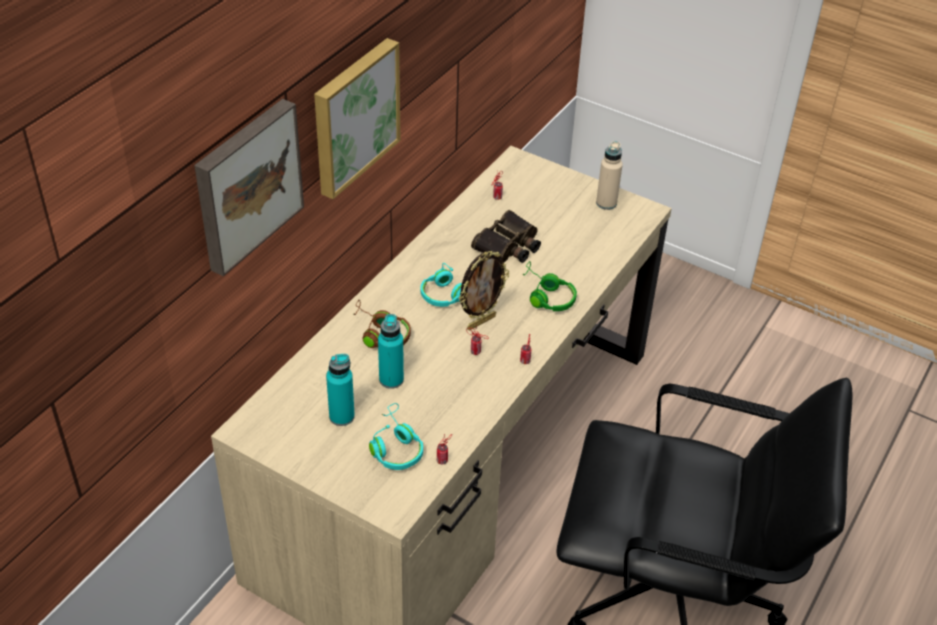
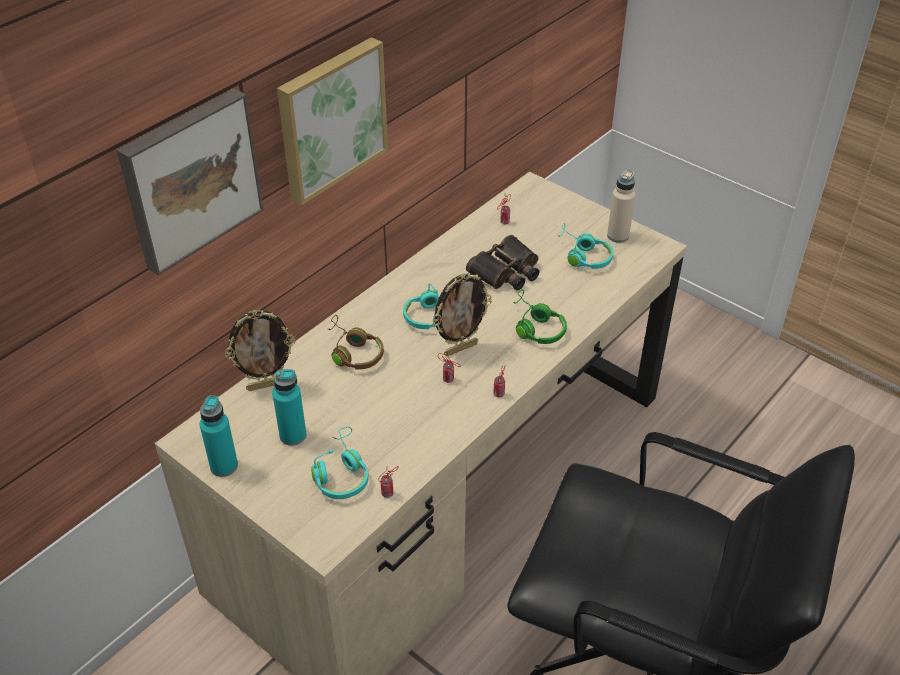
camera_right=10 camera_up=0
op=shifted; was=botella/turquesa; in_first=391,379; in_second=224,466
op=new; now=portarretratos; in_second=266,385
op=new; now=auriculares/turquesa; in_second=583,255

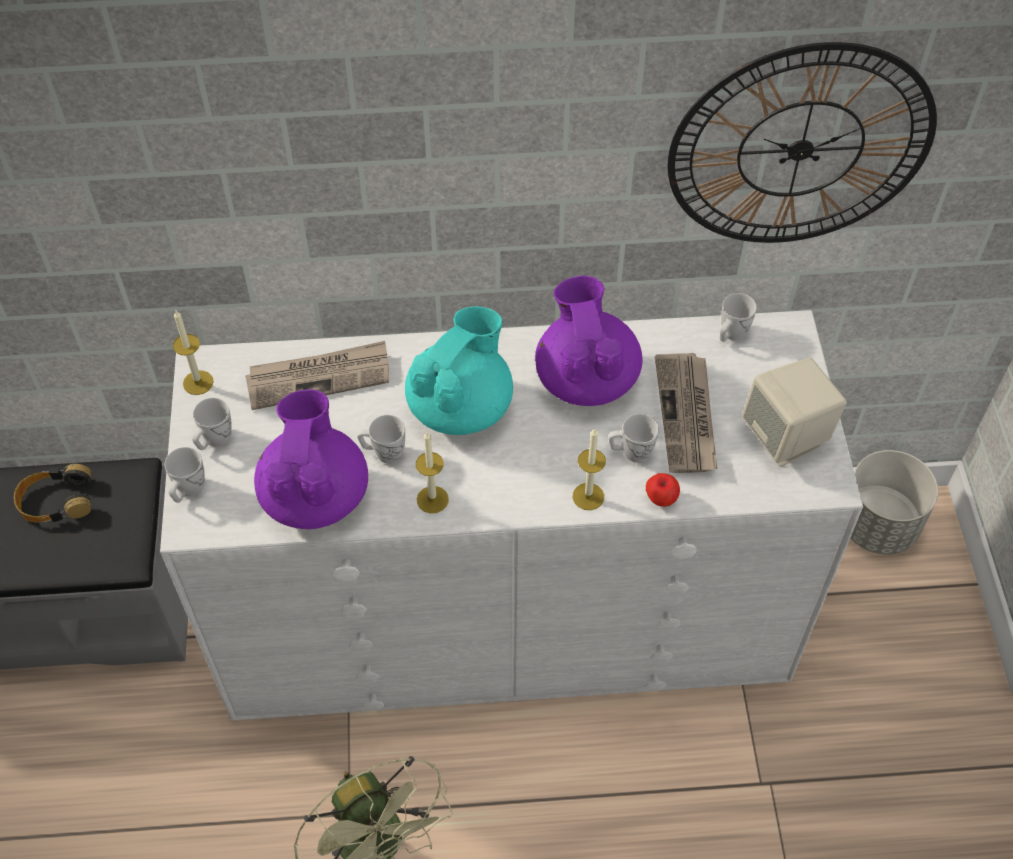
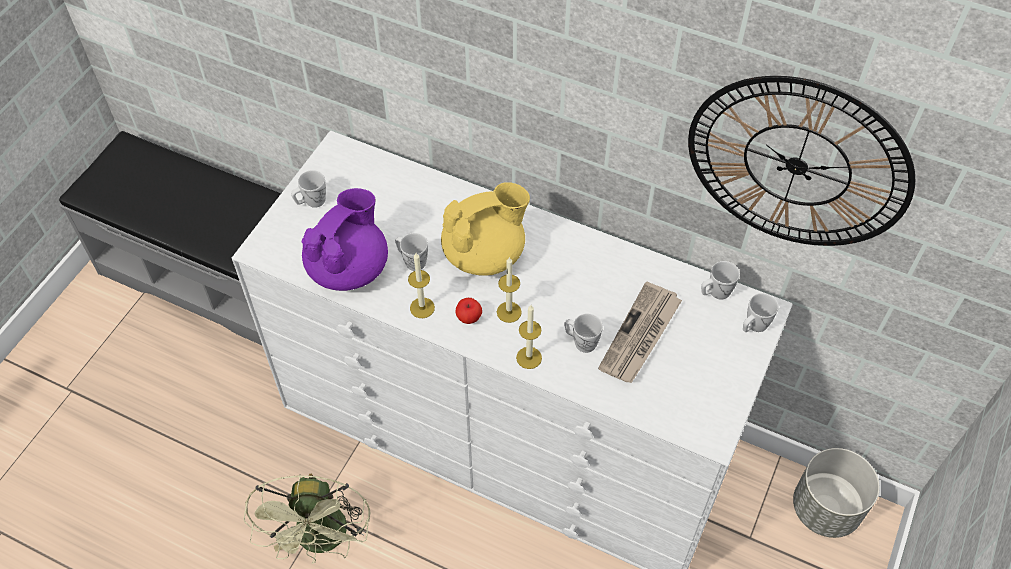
camera_right=30 camera_up=0
op=gone; was=auriculares; in_first=56,501
op=shifted; was=taza grande/blanco; in_first=188,490; in_second=753,326
op=shifted; was=vela; in_first=198,382; in_second=509,312
op=gone; was=periódico; in_first=319,377
op=repainted; was=tetera/turquesa; now=tetera/amarillo; in_first=461,406; in_second=485,254
op=gone; was=tetera/morado; in_first=586,378
op=shifted; was=manzana; in_first=661,498; in_second=469,317
op=gone; was=altavoz/beis; in_first=785,437

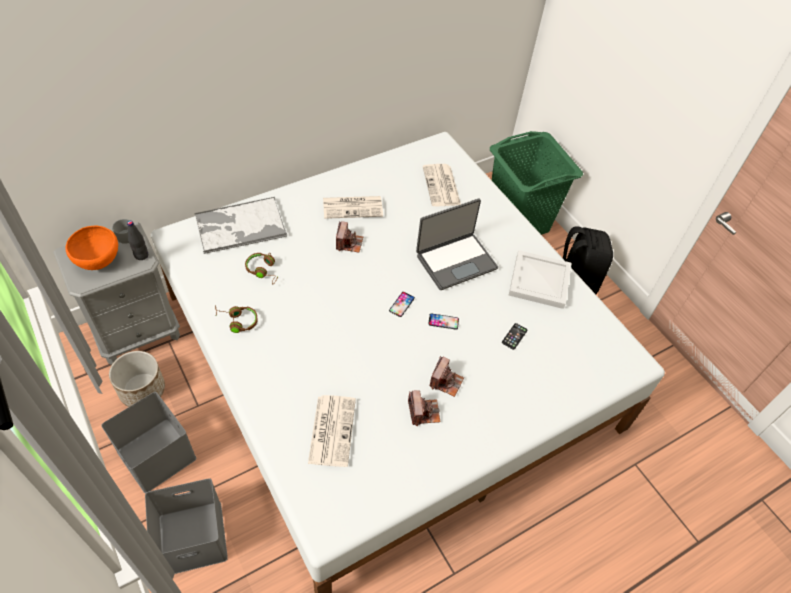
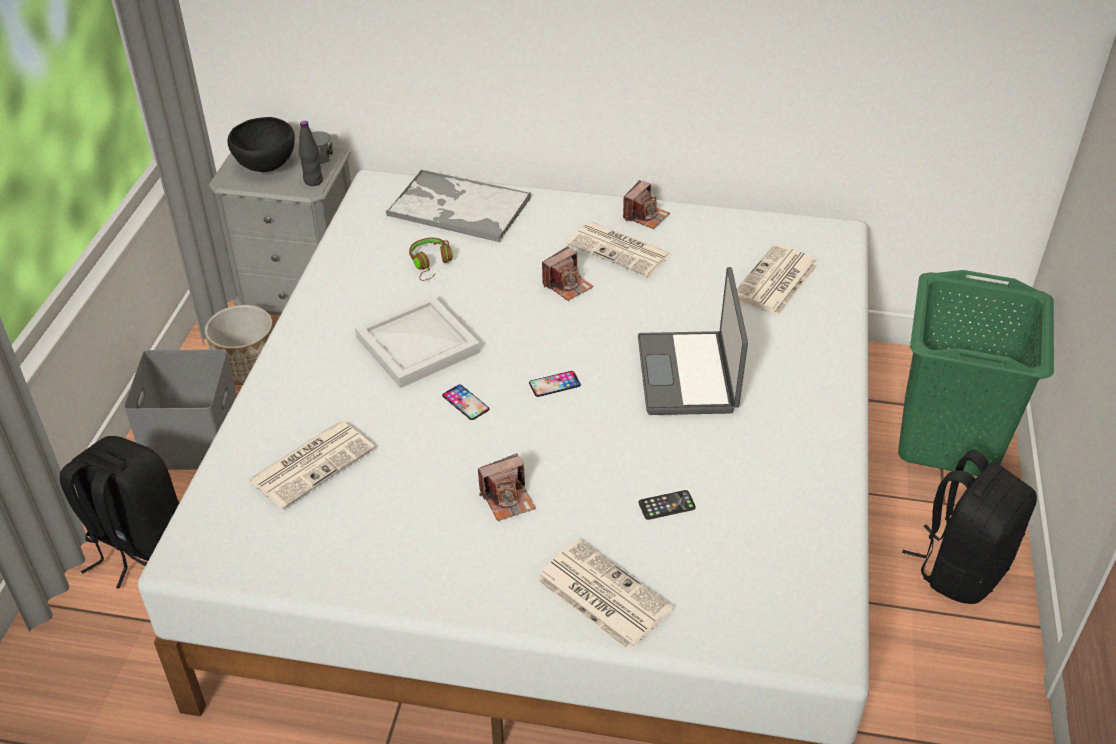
camera_right=45 camera_up=-10
op=repainted; was=cuenco/naranja; now=cuenco/negro; in_first=98,261; in_second=267,167
op=swapped; was=caja de almacenaje/gris; now=mochila/negro; in_first=191,539; in_second=136,544
op=gone; was=auriculares/marrón; in_first=237,321
op=shifted; was=cámara; in_first=423,412; in_second=645,216
op=rotated; was=portátil; in_first=455,261; in_second=689,375; clockwise=75
op=shifted; was=móvil; in_first=443,321; in_second=465,402
op=shifted; was=bandeja/blanco; in_first=540,282; in_second=417,346
op=new; now=periódico; in_second=601,594

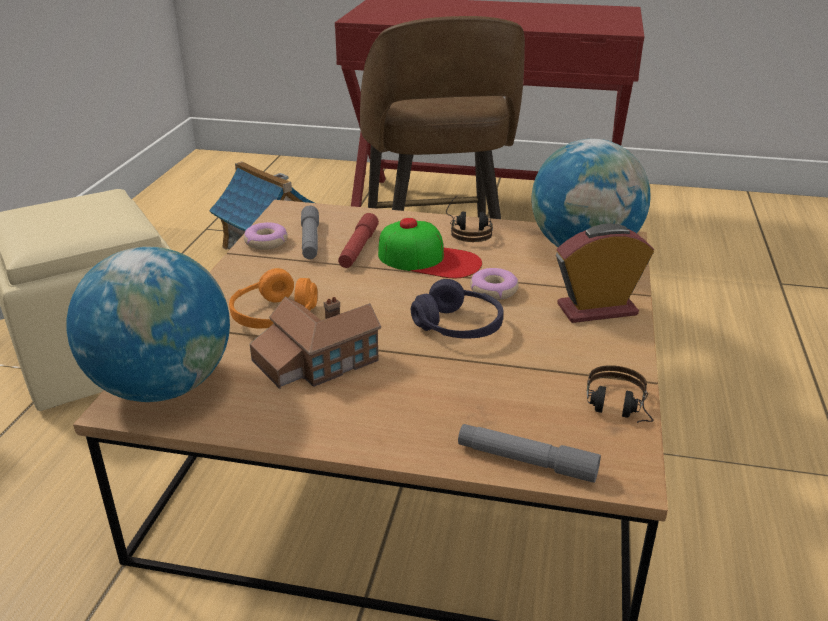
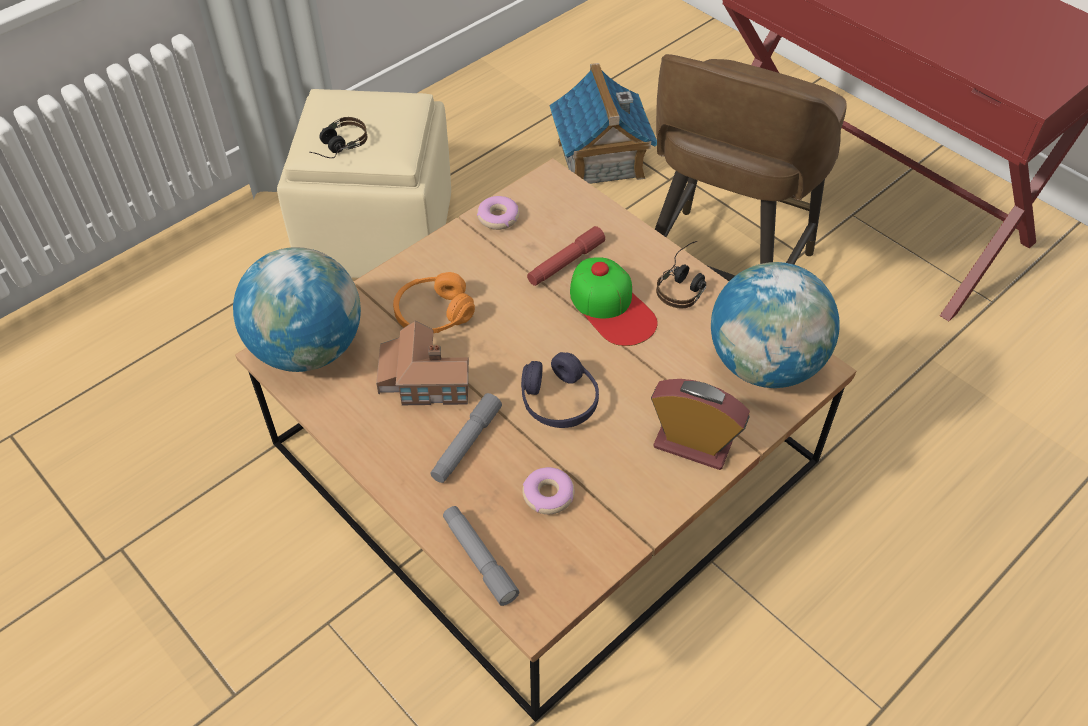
camera_right=35 camera_up=20
op=shifted; was=linterna/gris; in_first=310,240; in_second=466,444
op=shifted; was=rosquilla; in_first=493,290; in_second=548,495
op=shifted; was=auriculares; in_first=617,411; in_second=336,148

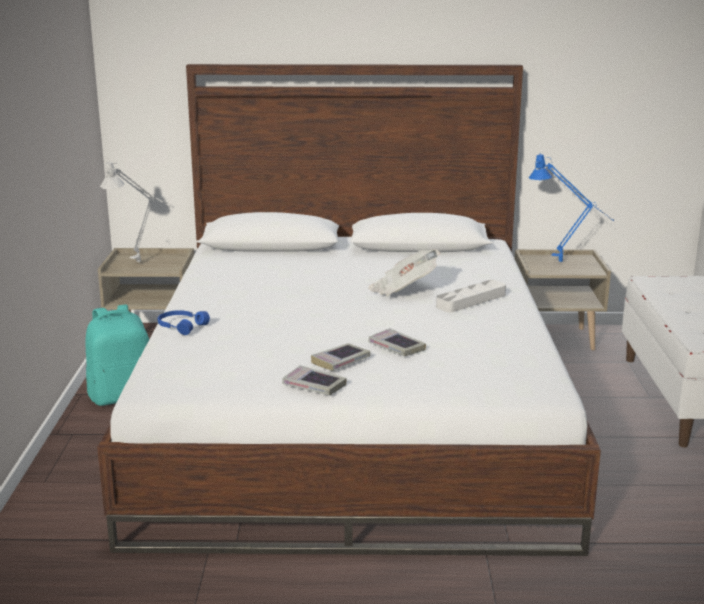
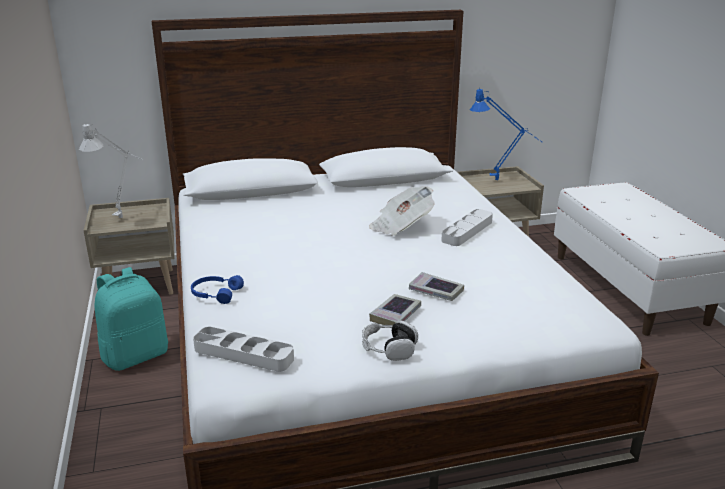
camera_right=-15 camera_up=5
op=swapped; was=libro; now=auriculares; in_first=314,386; in_second=389,348
op=new; now=bandeja/gris; in_second=243,354

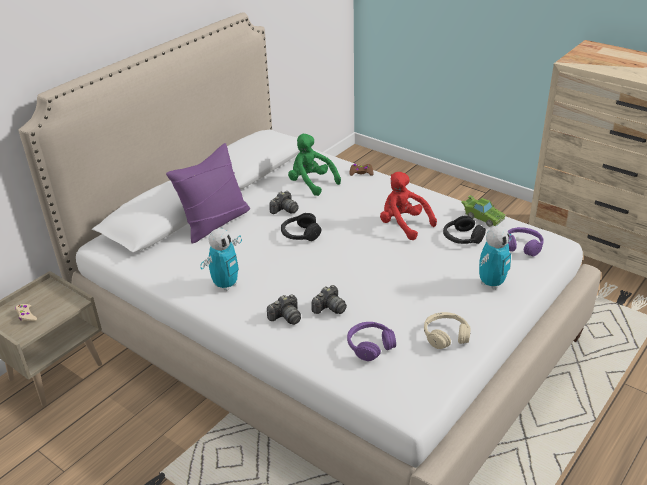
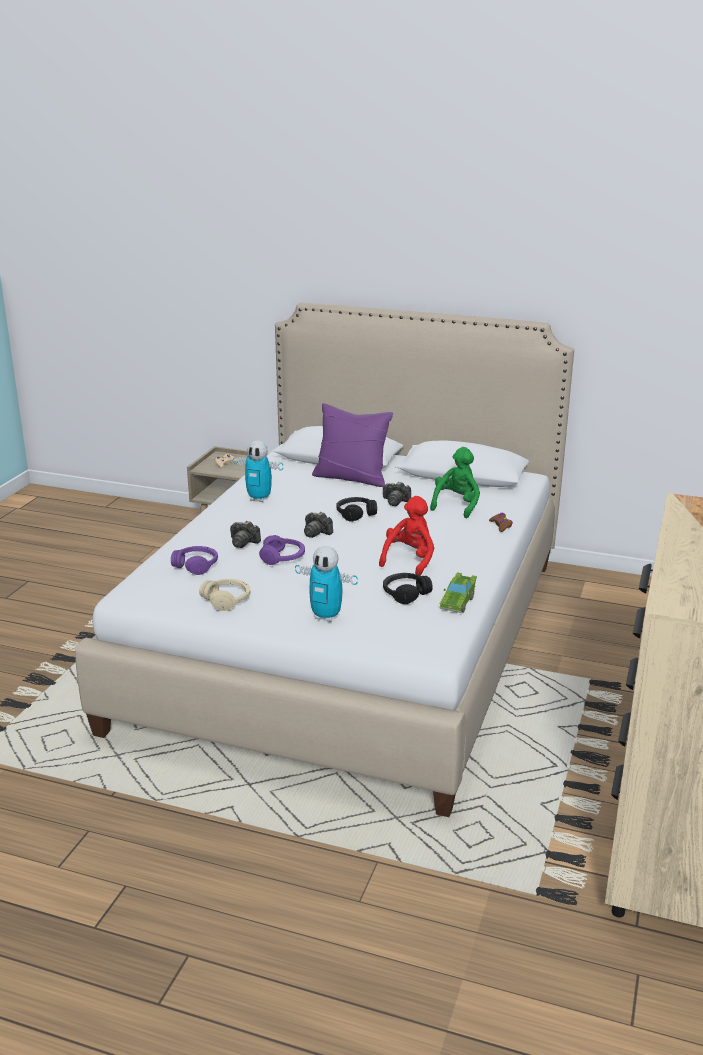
camera_right=70 camera_up=-10
op=shifted; was=cámara; in_first=286,317; in_second=316,532
op=shifted; was=auriculares/morado; in_first=522,246; in_second=283,558

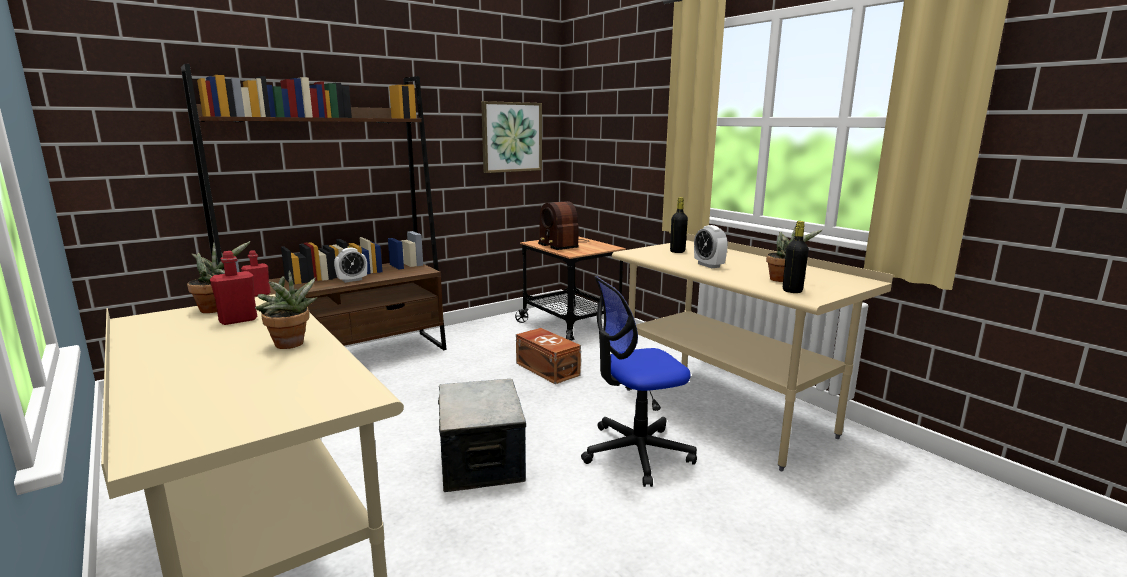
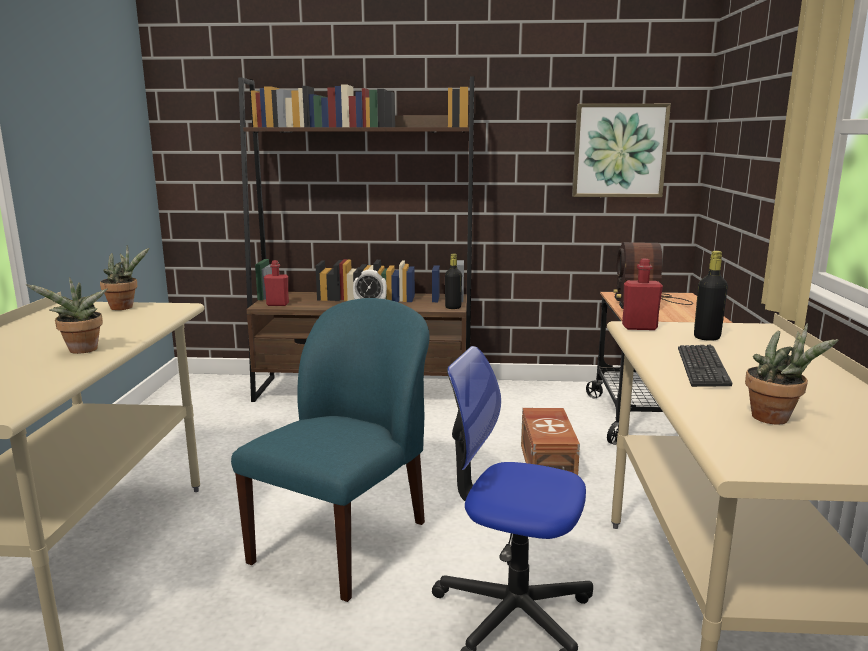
camera_right=40 camera_up=0
op=shifted; was=botella/rojo; in_first=238,320; in_second=639,327
op=swapped; was=caja de almacenaje; now=silla/azul; in_first=482,460; in_second=343,540
op=swapped; was=despertador; now=teclado; in_first=708,265; in_second=702,367
op=shifted; was=botella/negro; in_first=792,291; in_second=453,307

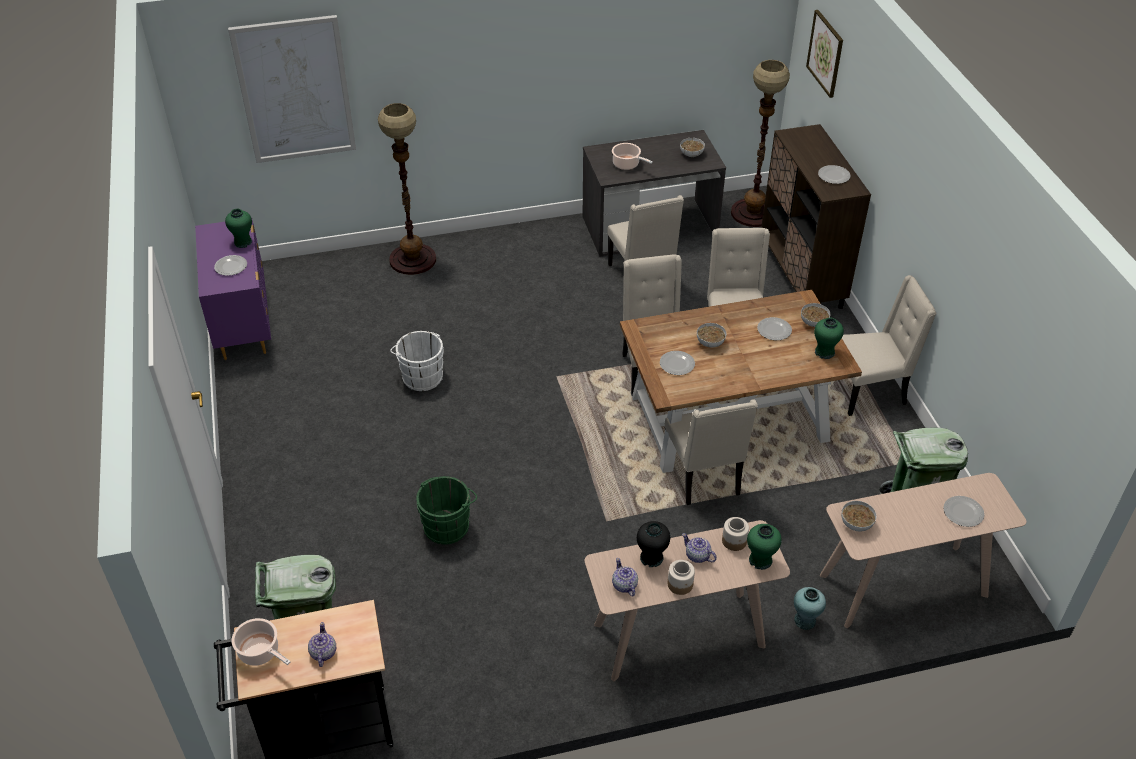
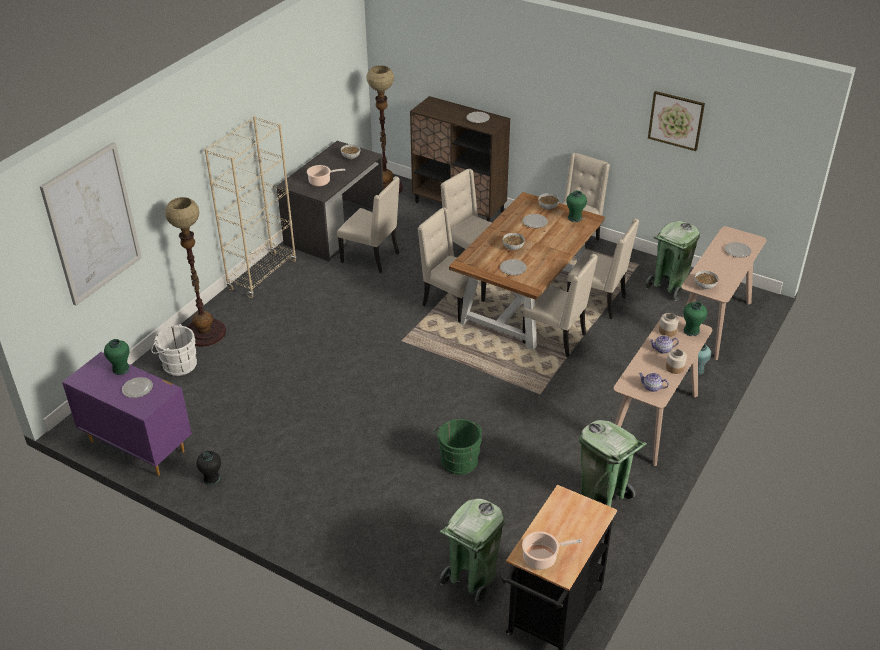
camera_right=-45 camera_up=-5
op=gone; was=tetera; in_first=323,653
op=shifted; was=cubo/blanco; in_first=421,376; in_second=177,365
op=shifted; was=florero/negro; in_first=652,558; in_second=212,479
op=shifted; was=cuadro; in_first=825,53; in_second=676,120
op=new; now=estantería/beis; in_second=262,275
op=new; now=silla/beis; in_second=597,302
op=new; now=papelera/verde; in_second=603,497

